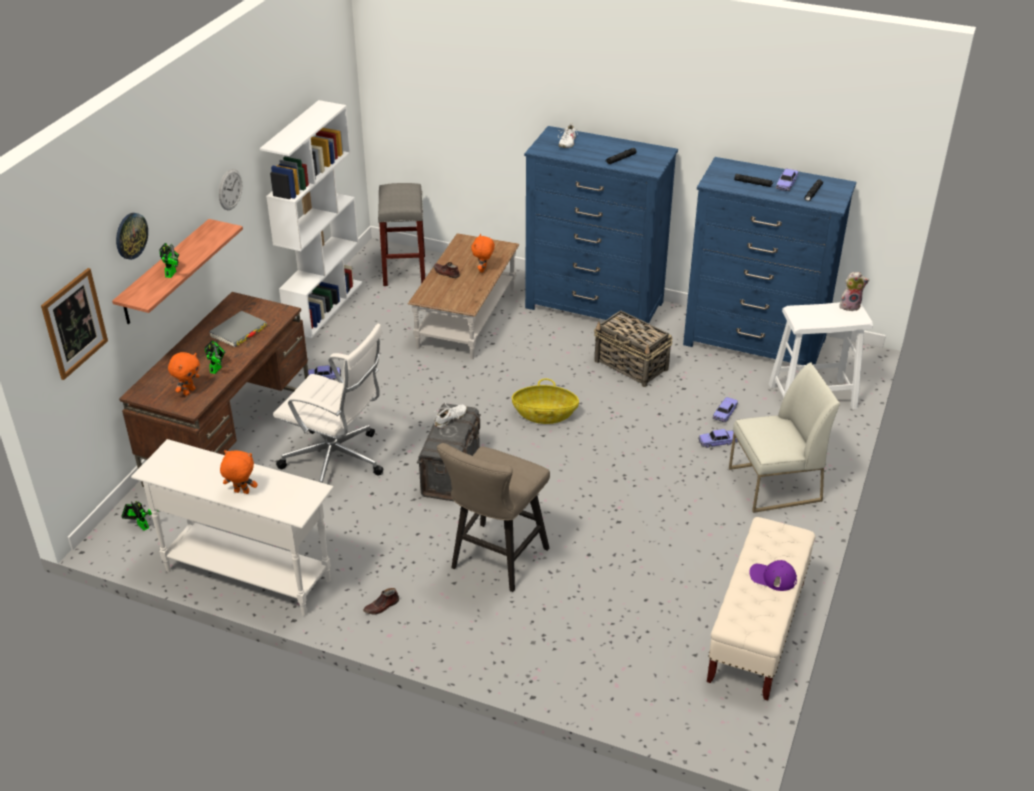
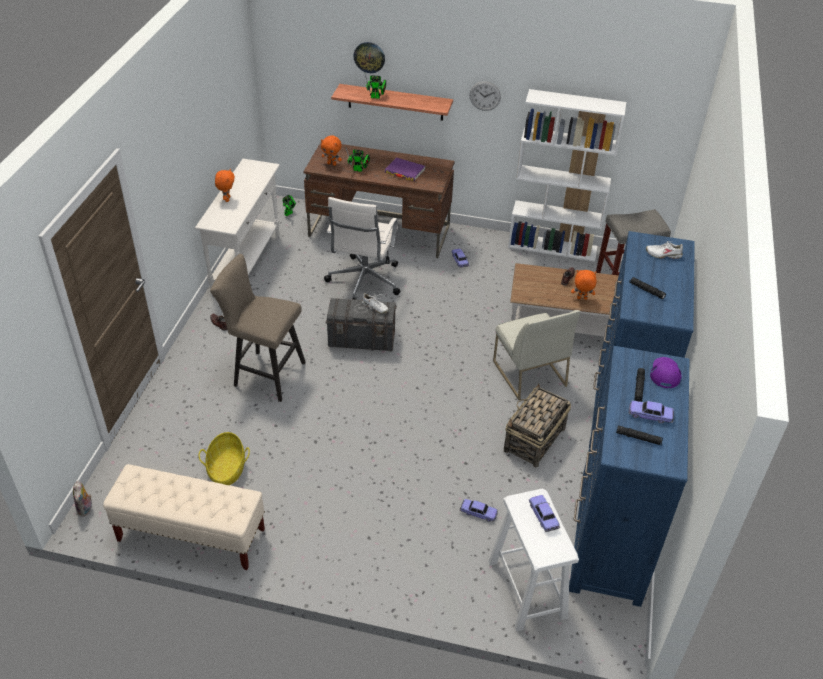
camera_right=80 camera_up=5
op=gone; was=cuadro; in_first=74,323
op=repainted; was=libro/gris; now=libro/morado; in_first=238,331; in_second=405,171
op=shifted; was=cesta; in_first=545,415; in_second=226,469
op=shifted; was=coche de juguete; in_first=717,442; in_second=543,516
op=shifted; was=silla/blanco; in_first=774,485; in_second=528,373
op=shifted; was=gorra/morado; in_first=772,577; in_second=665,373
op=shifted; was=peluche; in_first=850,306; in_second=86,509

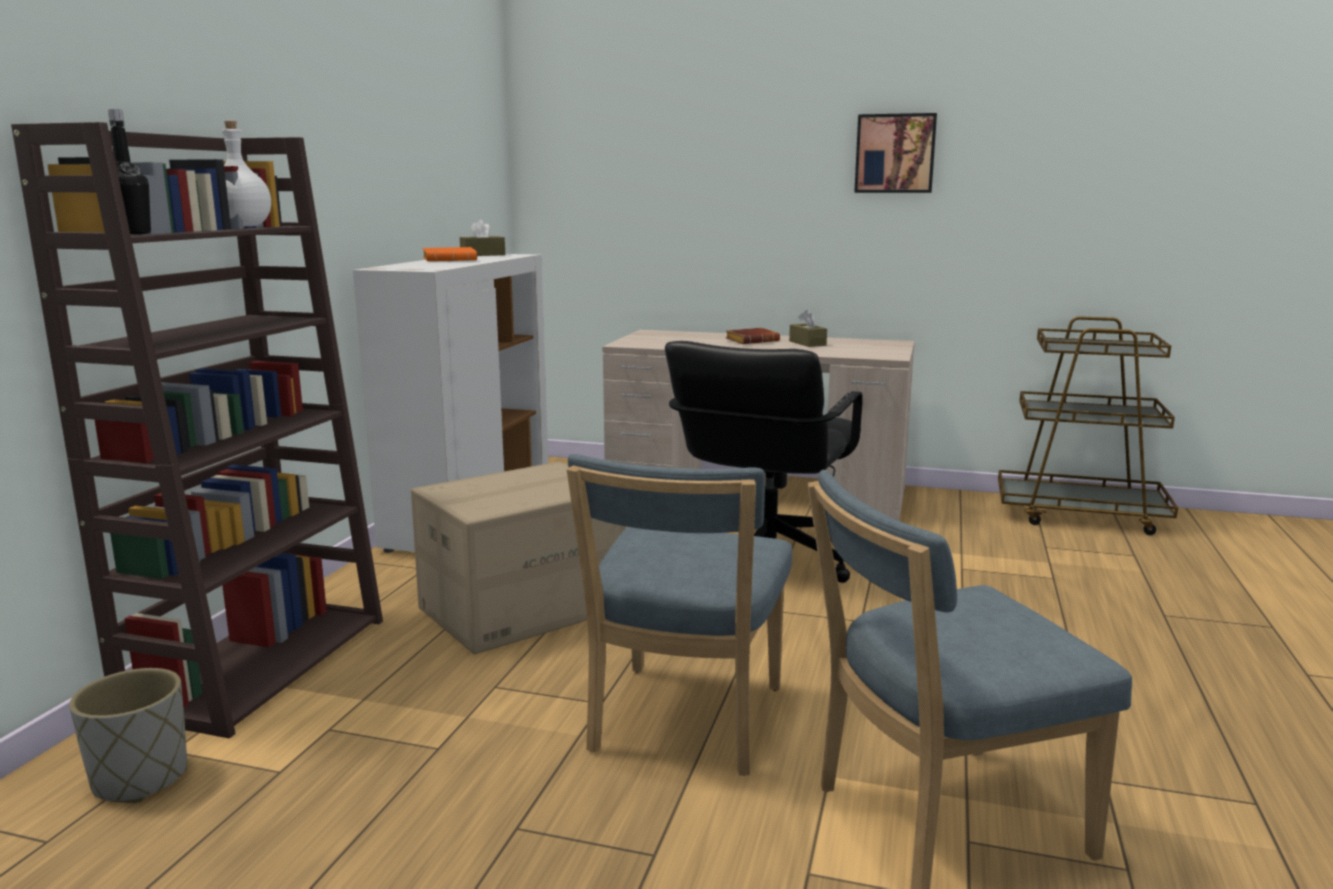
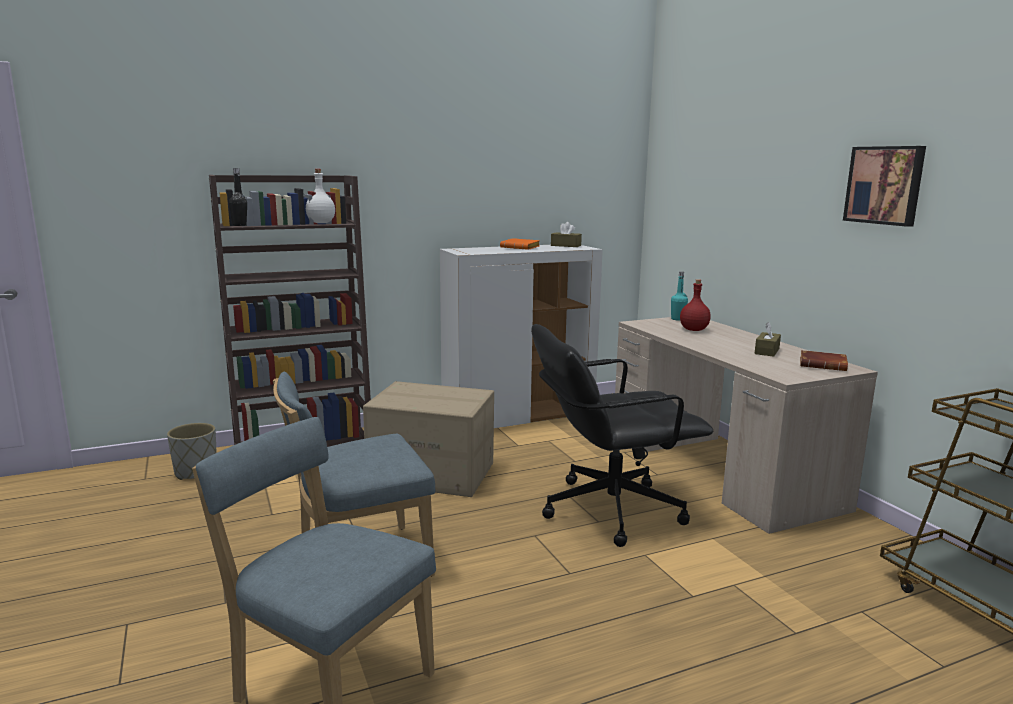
camera_right=50 camera_up=0
op=shifted; was=libro/marrón; in_first=752,341; in_second=824,365
op=new; now=botella/turquesa; in_second=677,319
op=new; now=botella/rojo; in_second=694,330

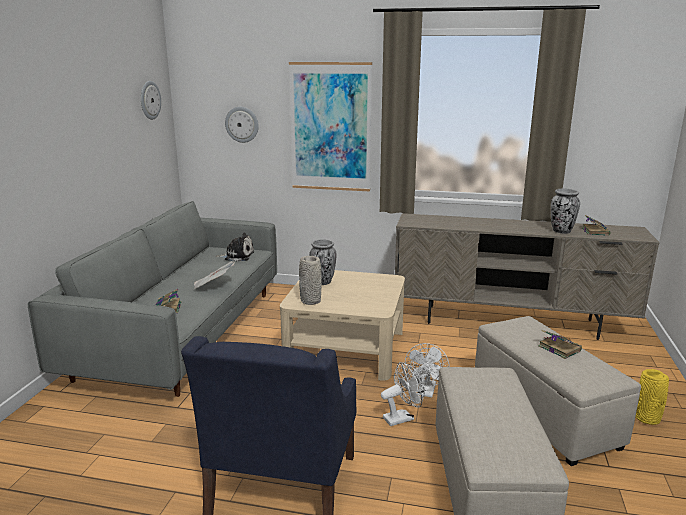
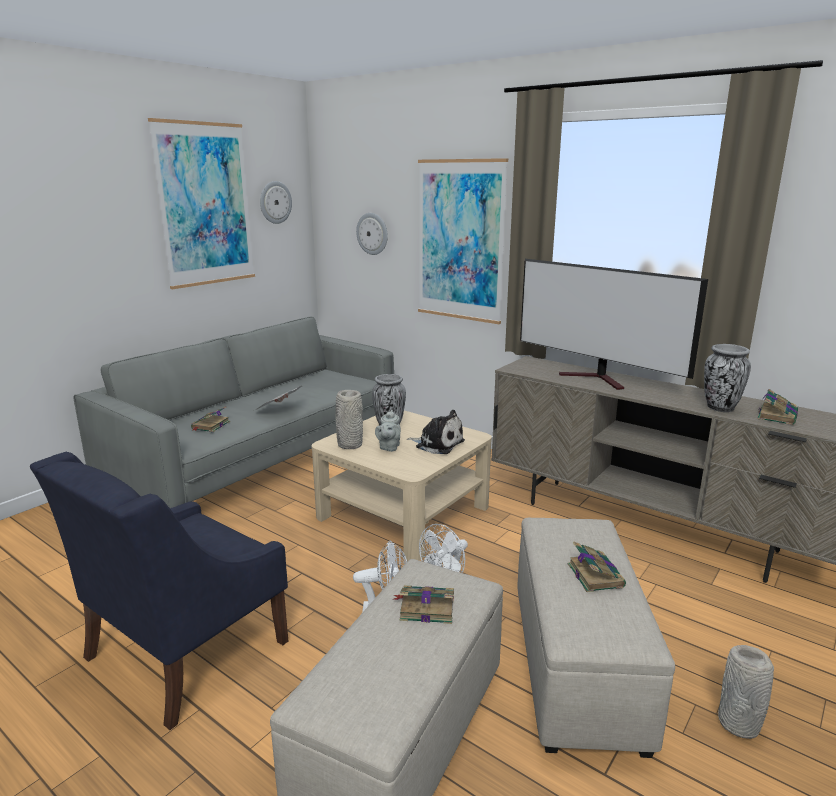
camera_right=25 camera_up=0
op=shifted; was=peluche; in_first=237,256; in_second=437,444
op=repainted; was=florero/amarillo; now=florero/gris; in_first=648,419; in_second=740,725
op=new; now=cuadro; in_second=205,205
op=new; now=tetera/gris; in_second=389,447
op=new; now=libro; in_second=425,608
op=new; now=televisor; in_second=598,379

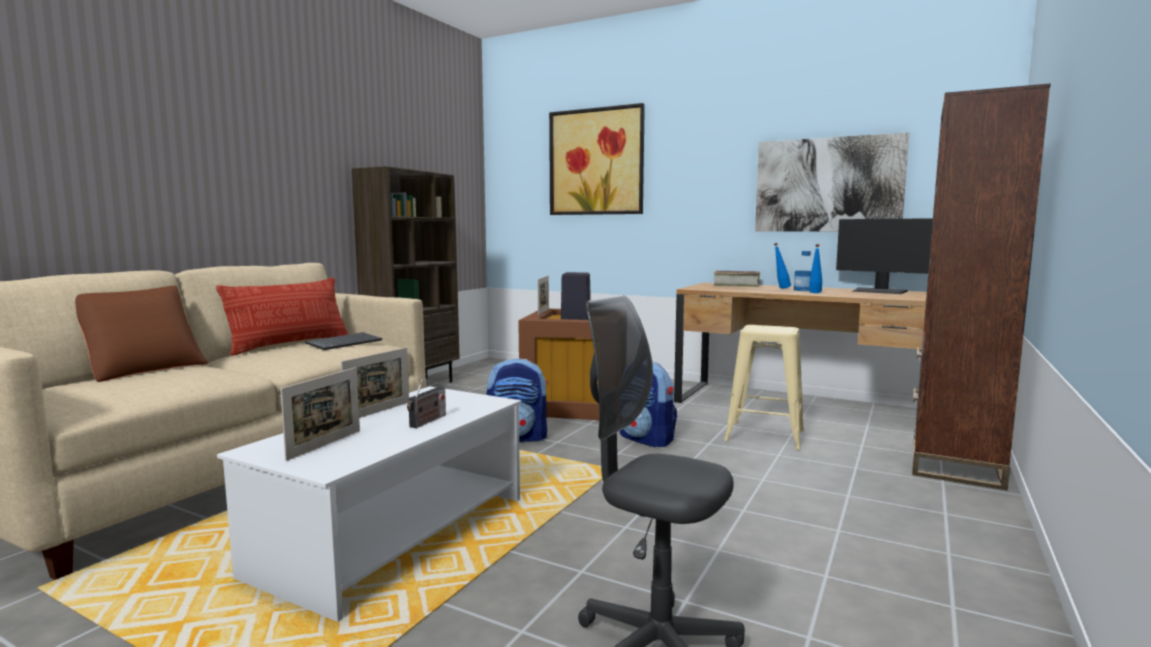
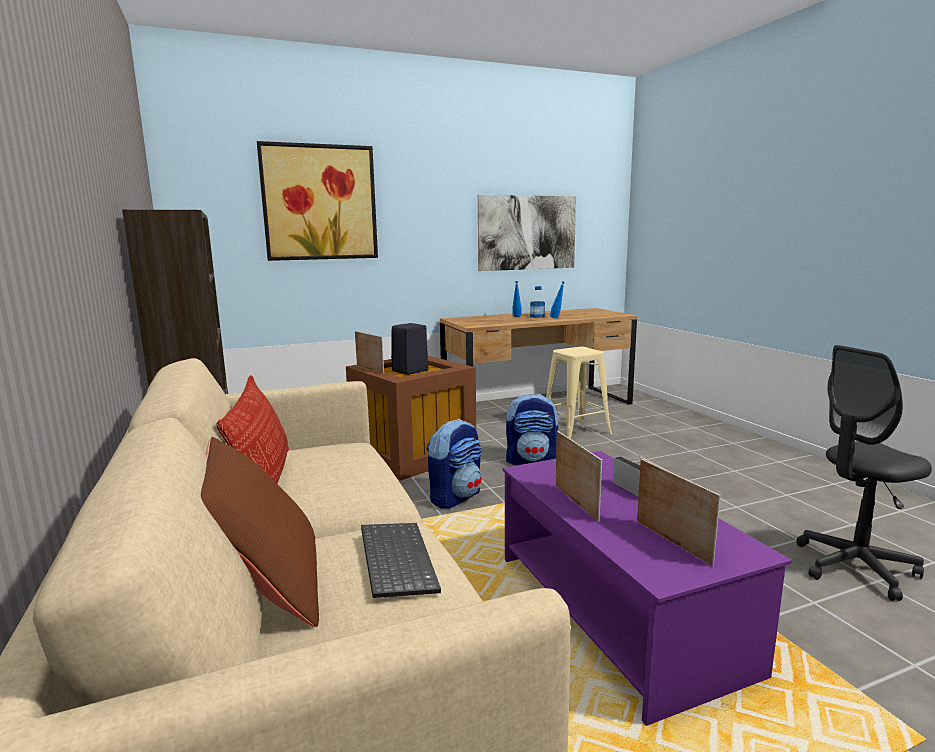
camera_right=-50 camera_up=5
op=repainted; was=mesa de centro/blanco; now=mesa de centro/morado; in_first=396,534; in_second=615,610
op=shifted; was=teclado; in_first=344,343; in_second=394,560
op=gone; was=libro; in_first=736,285
op=gone; was=monitor; in_first=879,291
op=gone; was=estantería/marrón; in_first=955,463

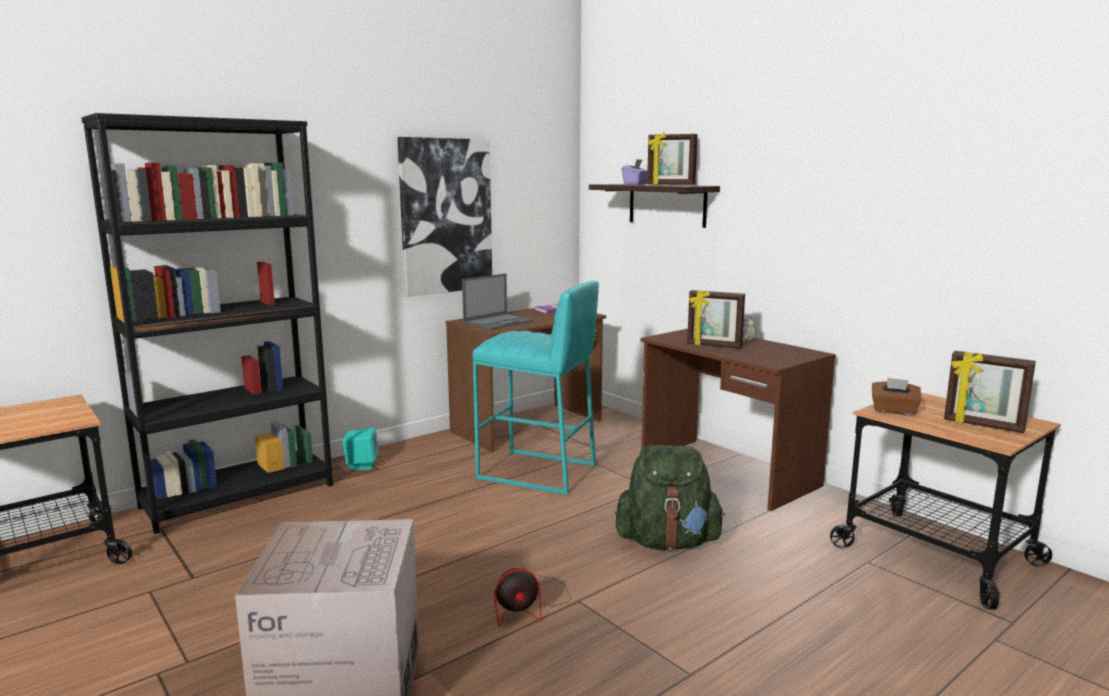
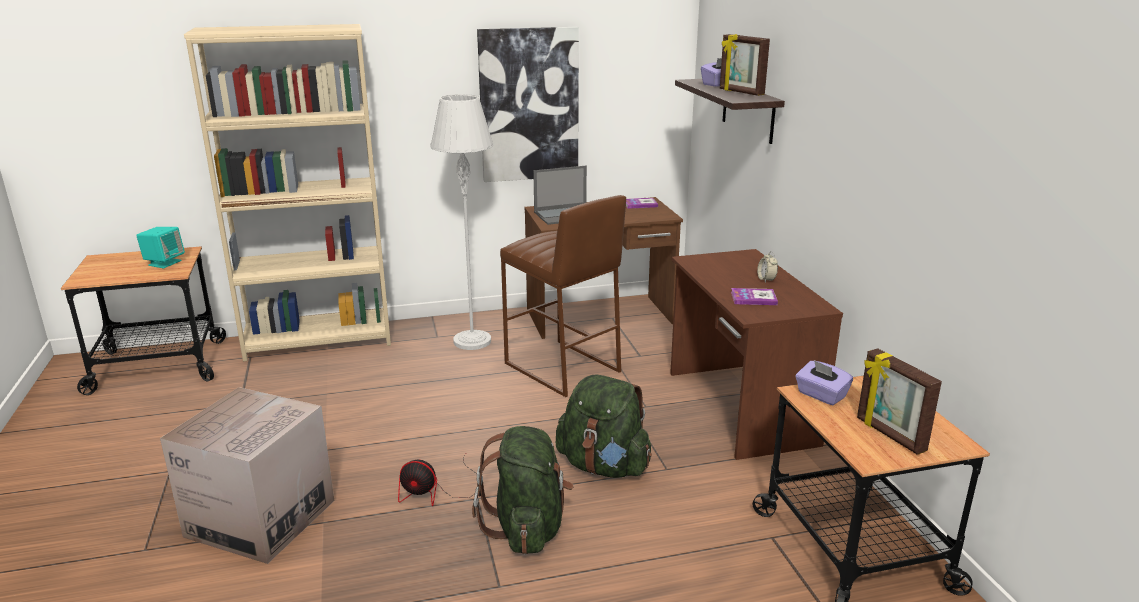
camera_right=25 camera_up=10
op=repainted; was=estantería/negro; now=estantería/beis; in_first=239,496; in_second=319,340
op=shifted; was=altavoz/turquesa; in_first=361,465; in_second=164,263
op=repainted; was=taburete/turquesa; now=taburete/marrón; in_first=537,472; in_second=562,368
op=gone; was=portarretratos; in_first=714,346
op=repainted; was=caja de pañuelos/marrón; now=caja de pañuelos/morado; in_first=894,411; in_second=821,395
op=new; now=lámpara de pie/gris; in_second=472,341
op=new; now=mochila/verde; in_second=527,528
op=new; now=libro; in_second=753,298

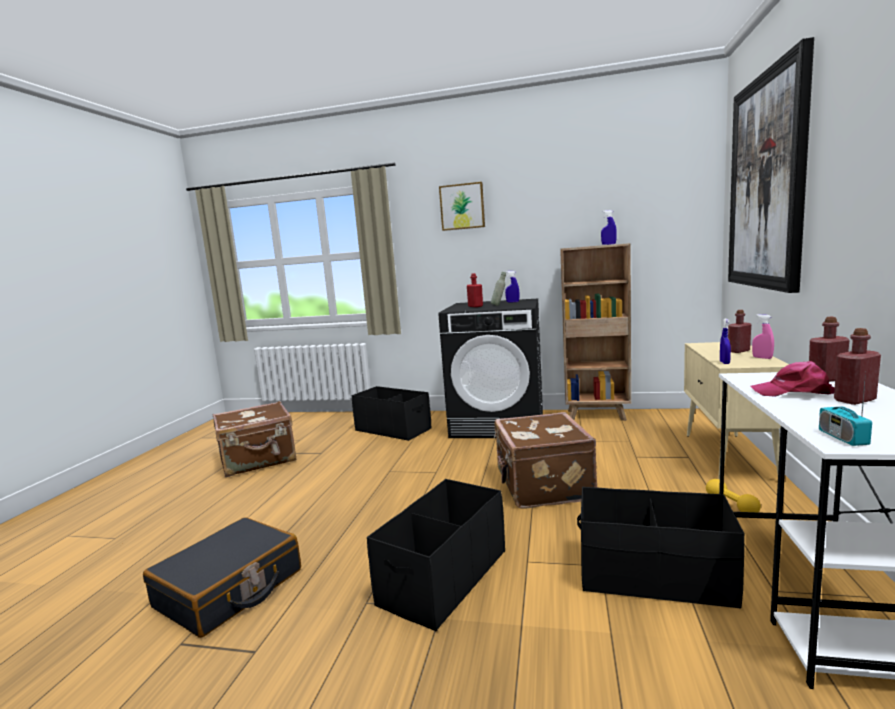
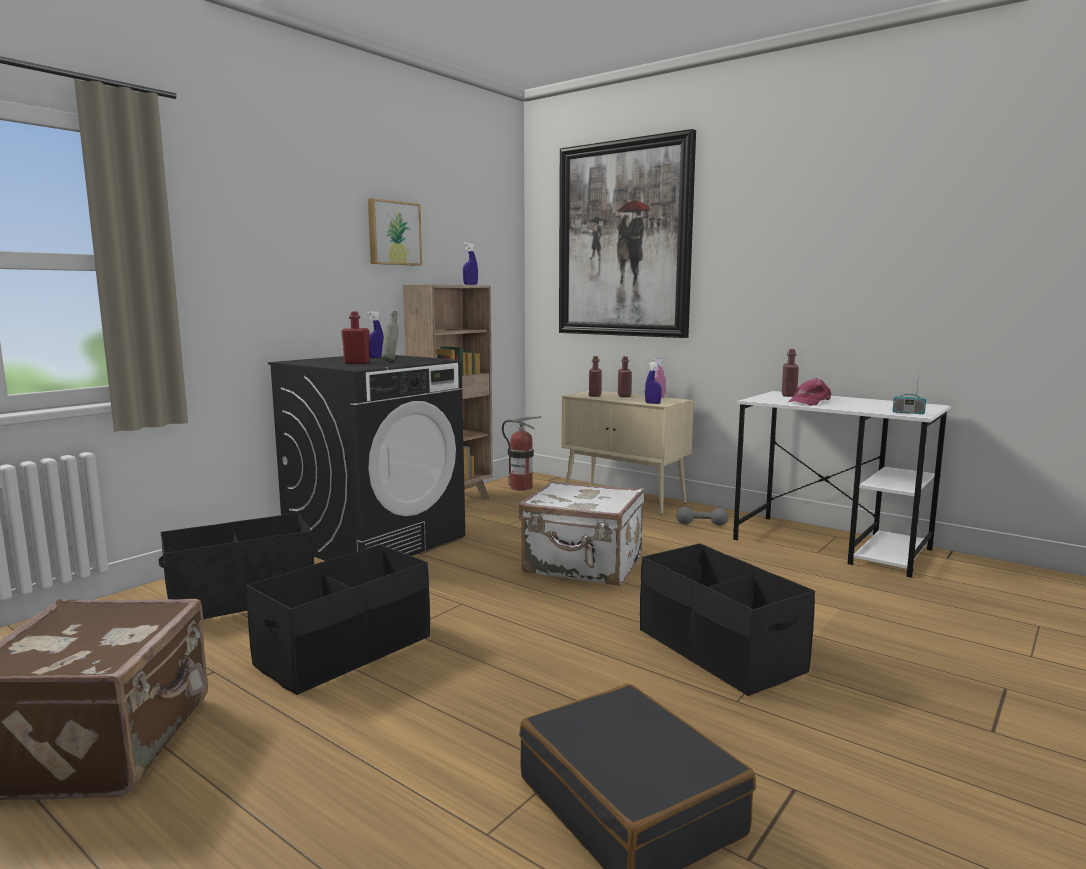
camera_right=-65 camera_up=0
op=shifted; was=cuadro; in_first=462,206; in_second=393,233
op=repainted; was=maleta/marrón; now=maleta/blanco; in_first=542,486; in_second=583,566
op=shifted; was=caja de almacenaje/negro; in_first=654,576; in_second=345,651
op=repainted; was=mancuerna/amarillo; now=mancuerna/gris; in_first=731,505; in_second=701,524
op=shifted; was=botella/rojo; in_first=854,400; in_second=595,395
op=new; now=extintor; in_second=521,487

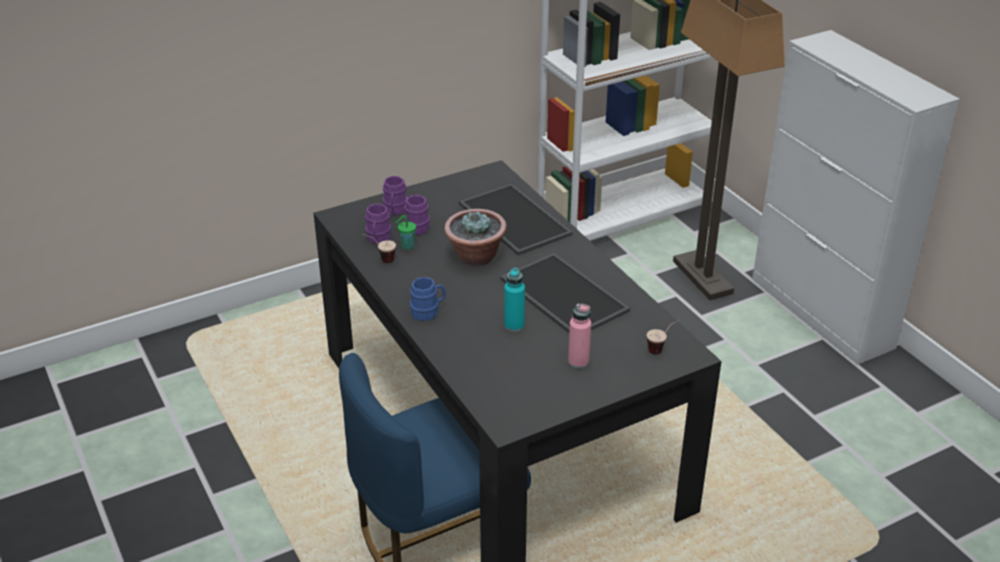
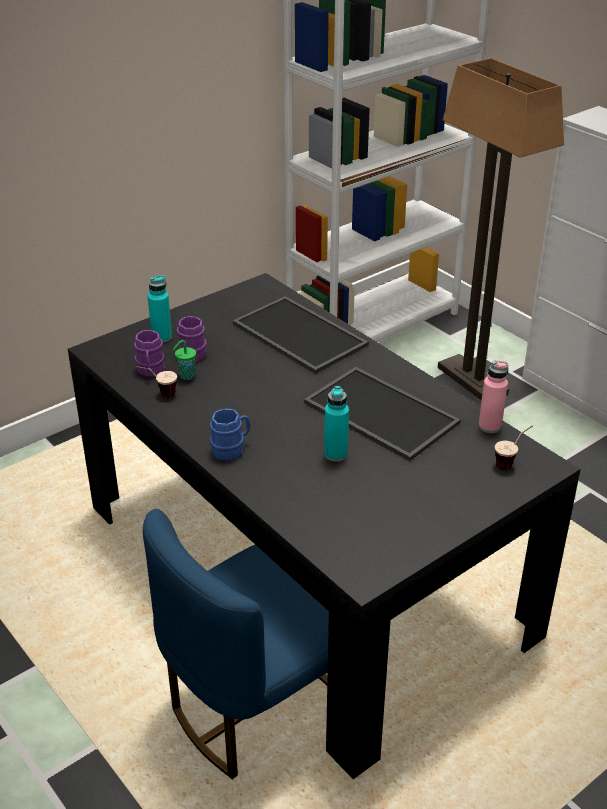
camera_right=-10 camera_up=0
op=swapped; was=taza grande/morado; now=botella/turquesa; in_first=395,210; in_second=162,337
op=gone; was=planta en maceta; in_first=476,257
op=shifted; was=botella/rosa; in_first=578,362; in_second=489,426

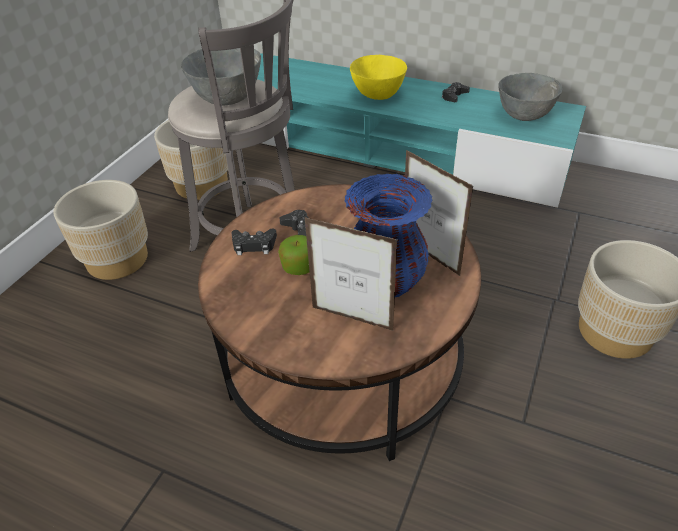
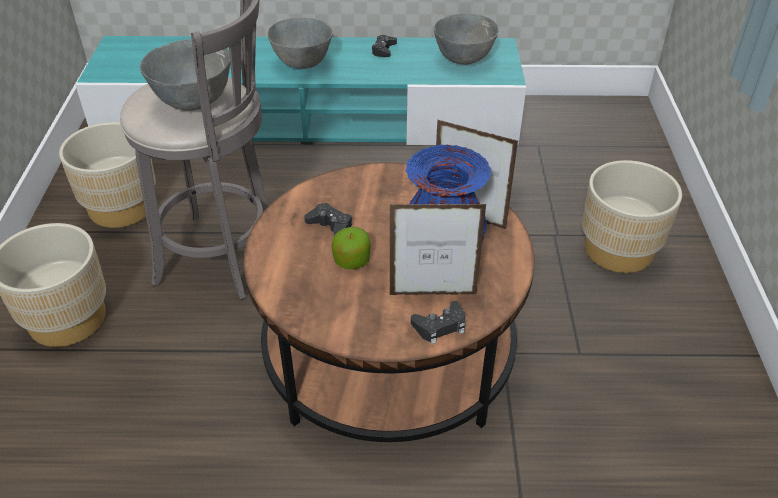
camera_right=-25 camera_up=0
op=shifted; was=mando de consola/negro; in_first=254,245; in_second=440,326
op=repainted; was=cuenco/amarillo; now=cuenco/gris; in_first=378,95; in_second=303,63

